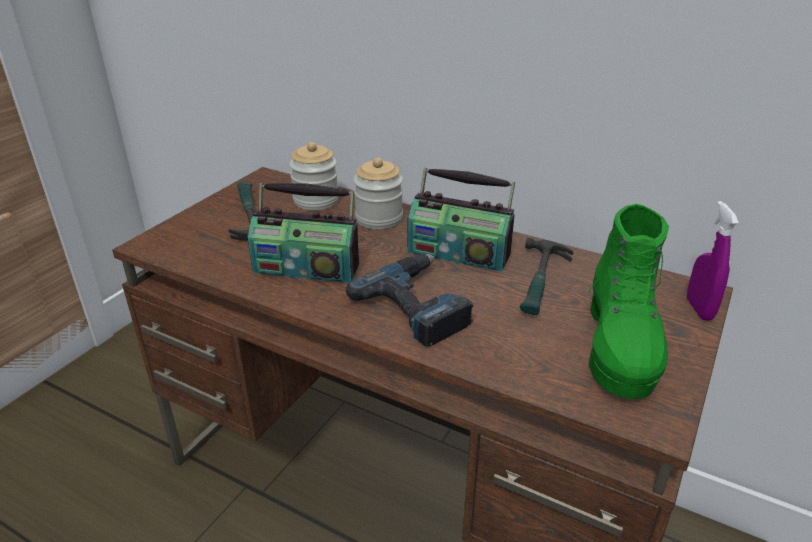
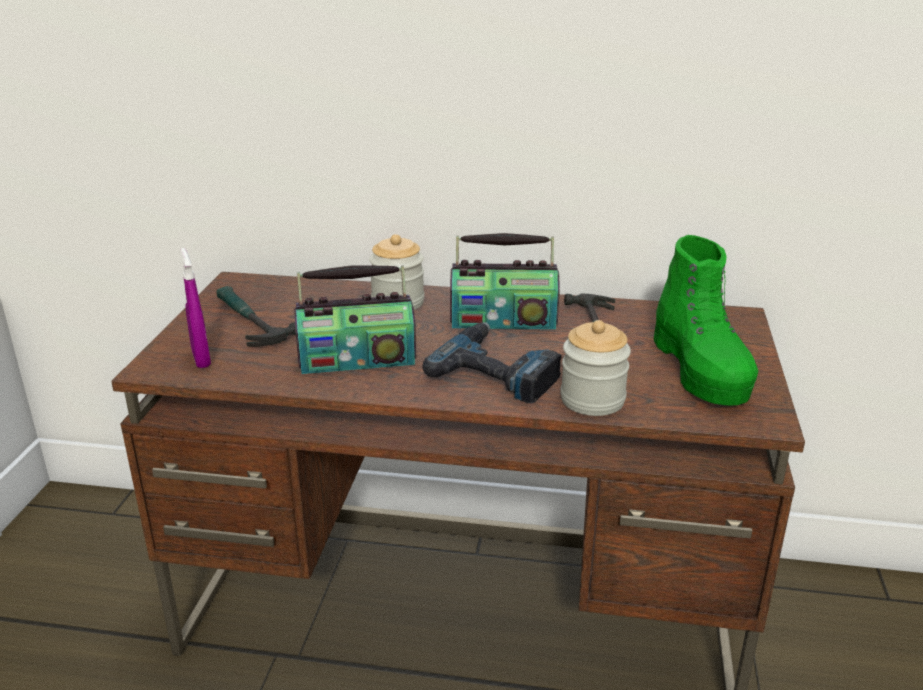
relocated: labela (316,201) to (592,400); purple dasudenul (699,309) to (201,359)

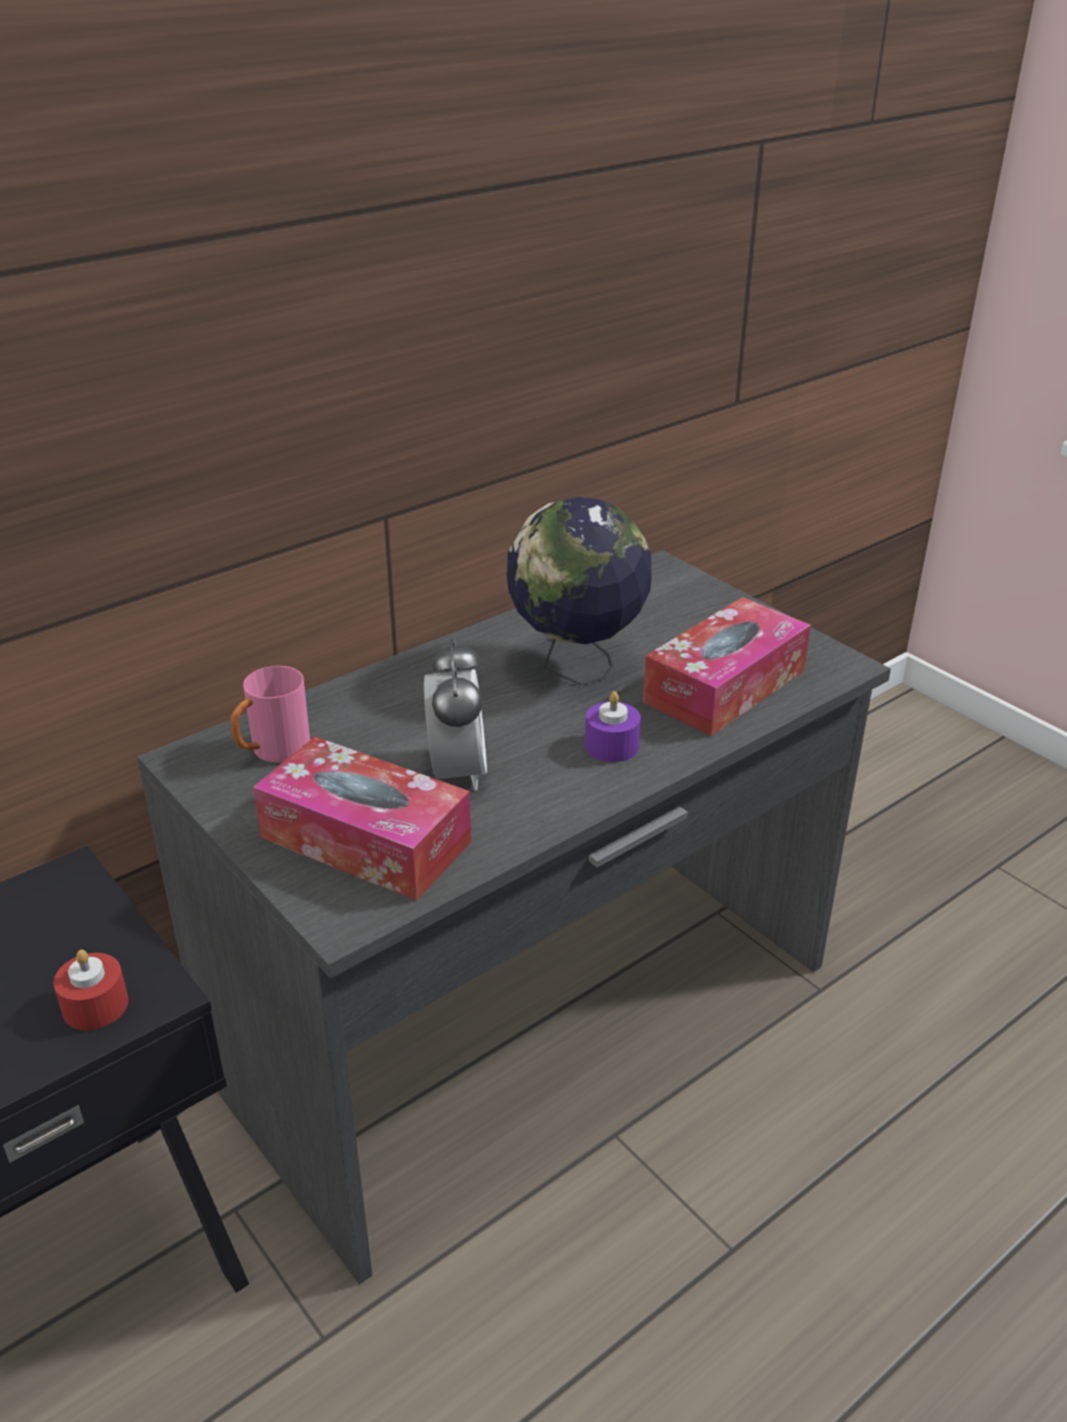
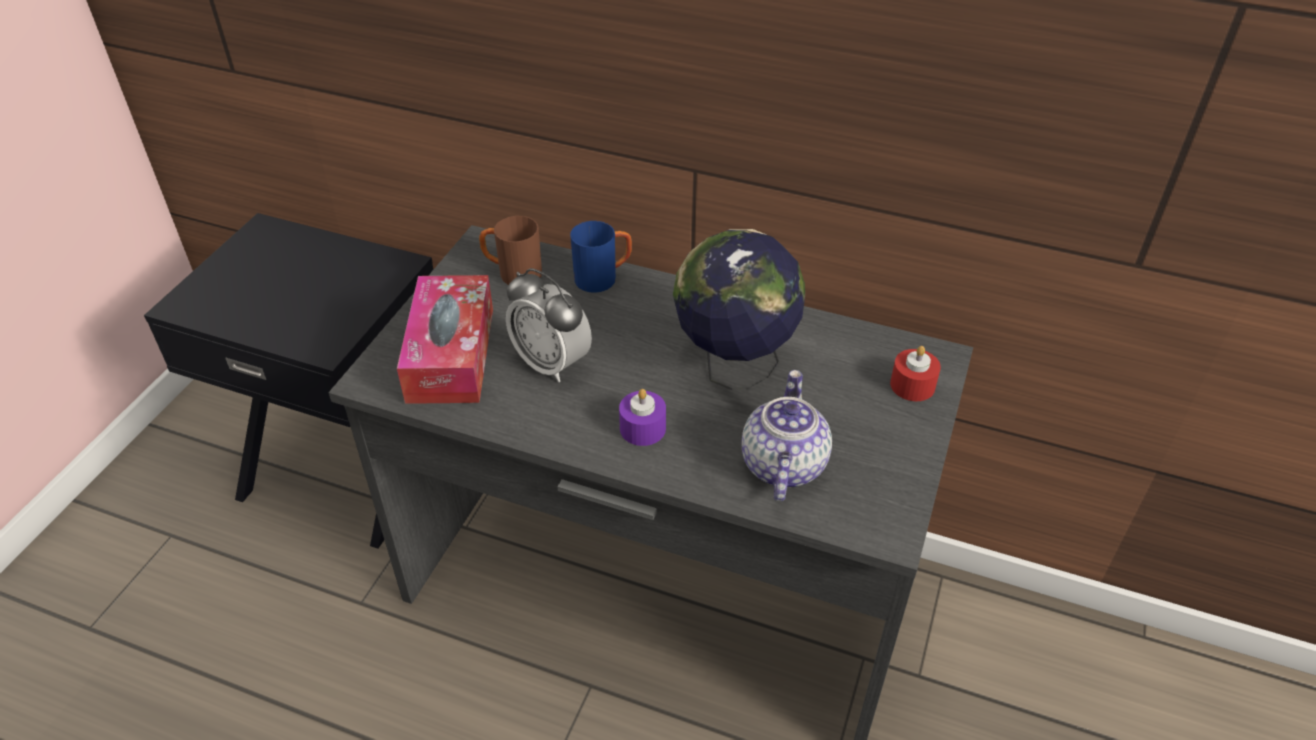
appeared: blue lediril (603,278)
relocated: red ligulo (95,1005) to (912,385)
exchanged: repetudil (725,686) to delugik (782,464)
colour: pink lediril (272,752) to brown lediril (512,274)
spun: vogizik (457,772) = (551,363) 75 degrees clockwise

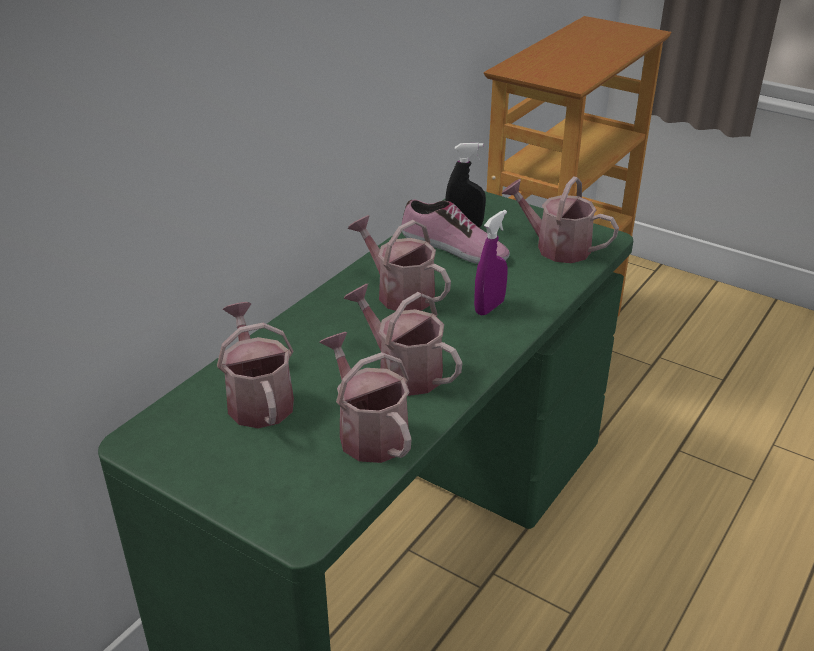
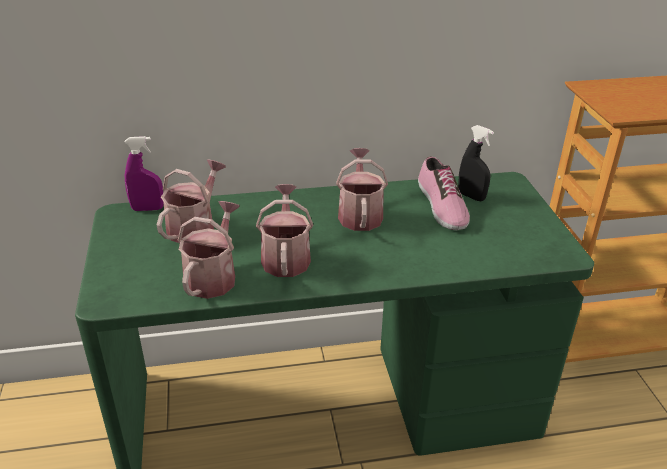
missing: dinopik (555,247)
relocated: purple dasudenul (489,307) to (147,209)

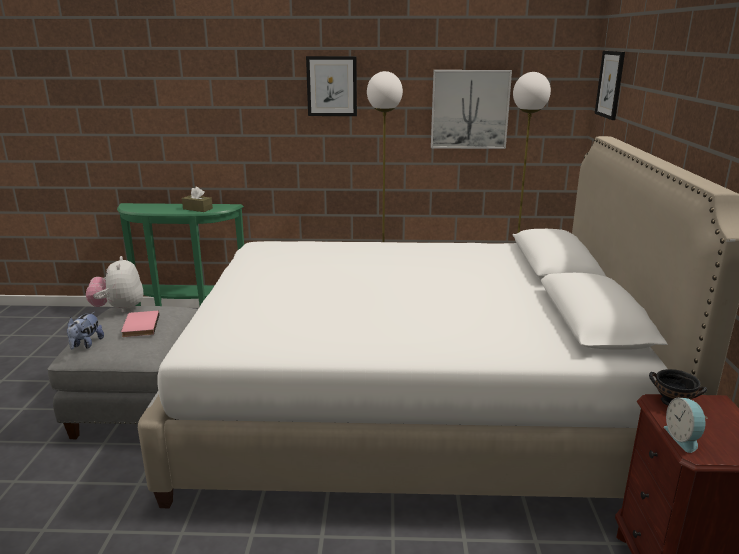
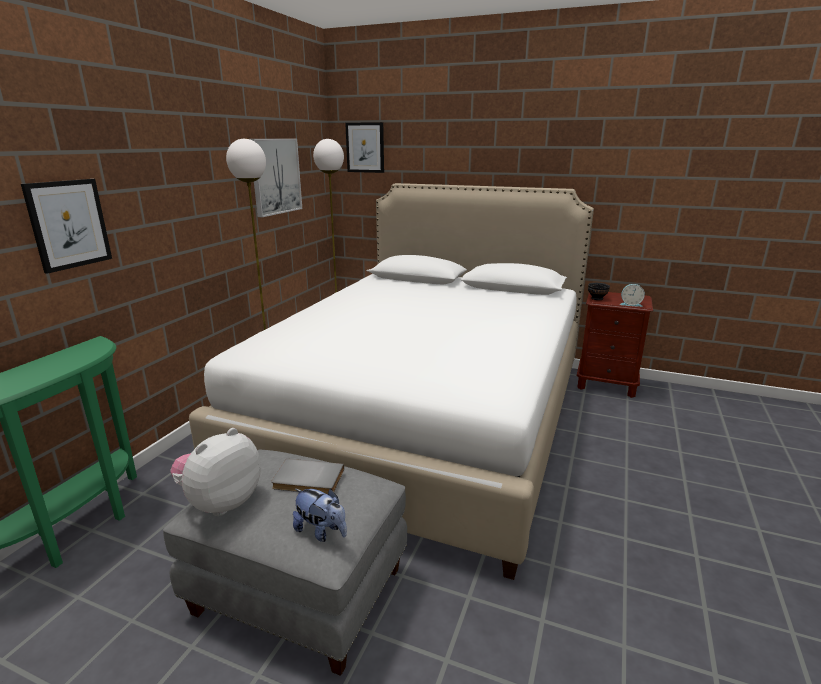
missing: brown repetudil (197,209)
relocated: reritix (332,86) to (69,224)
colour: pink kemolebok (139,326) to grey kemolebok (307,480)
spun: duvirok (119,309) = (221,502) 120 degrees clockwise

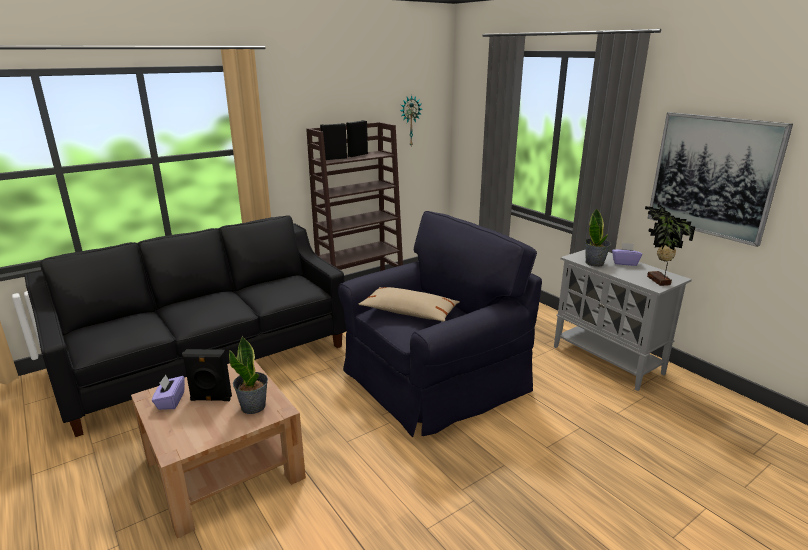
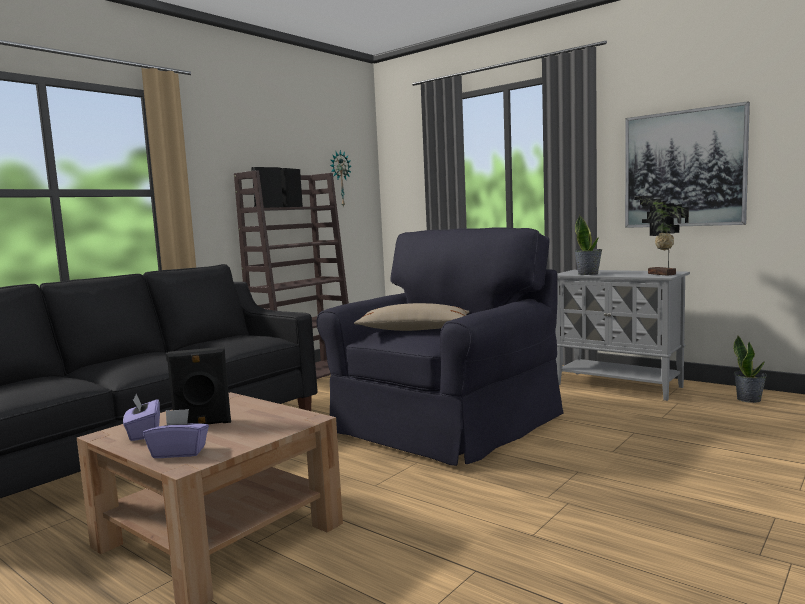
relocated: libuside (253,406) to (749,399); purple repetudil (624,263) to (179,452)

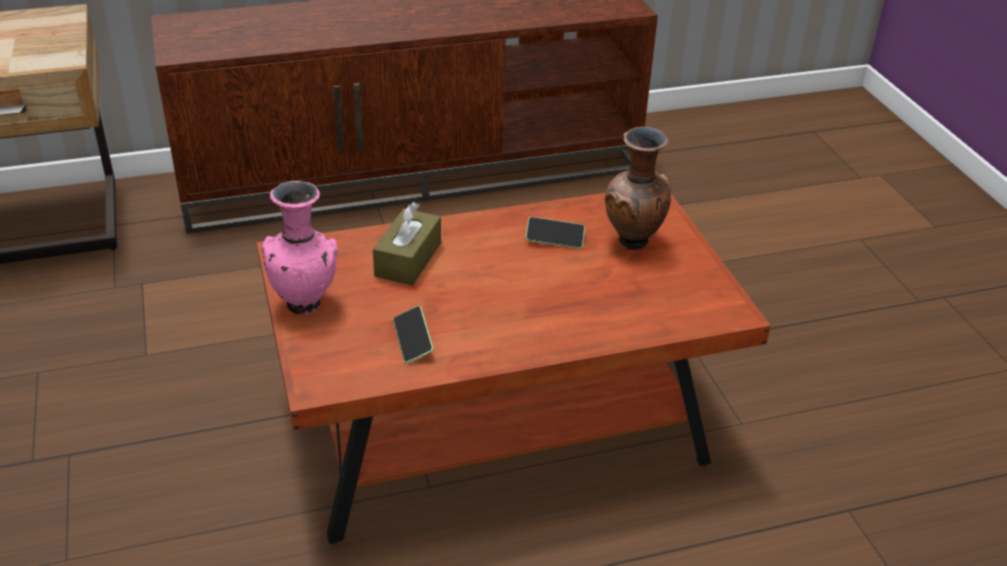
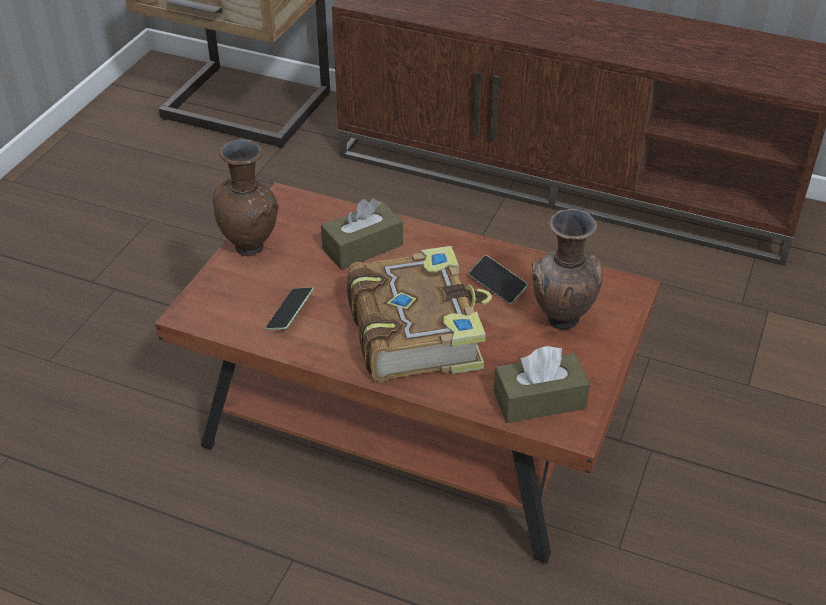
appeared: kemolebok (416,330); brown repetudil (539,400)
colour: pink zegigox (306,304) to brown zegigox (252,248)

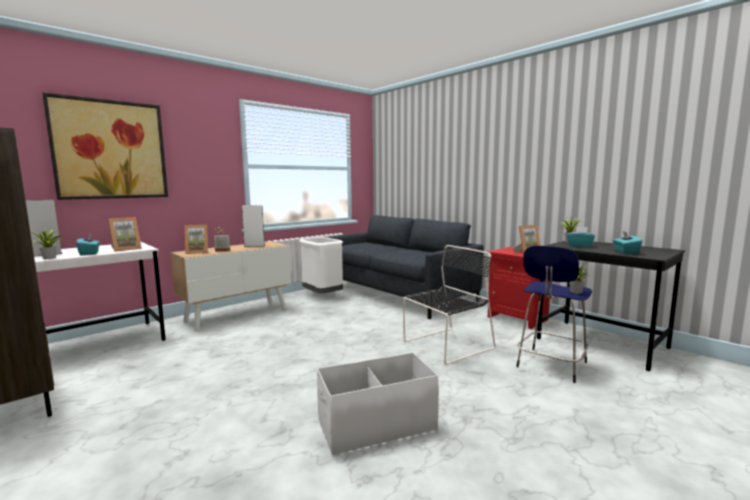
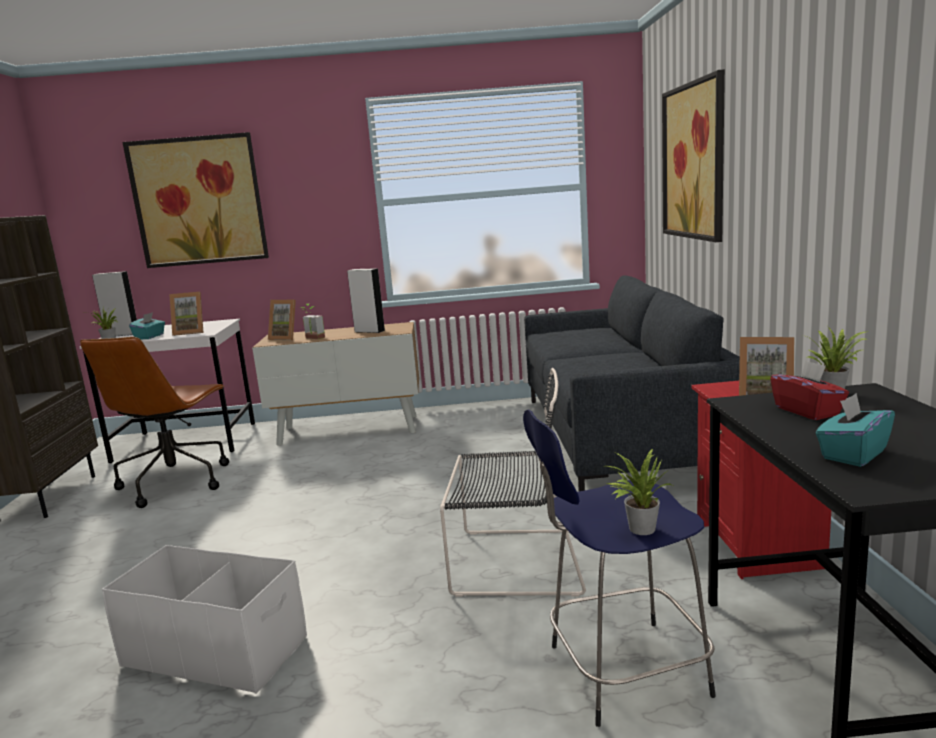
missing: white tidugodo (322,296)
appeared: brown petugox (175,482); reritix (694,161)
colour: turquoise repetudil (580,246) to red repetudil (807,411)

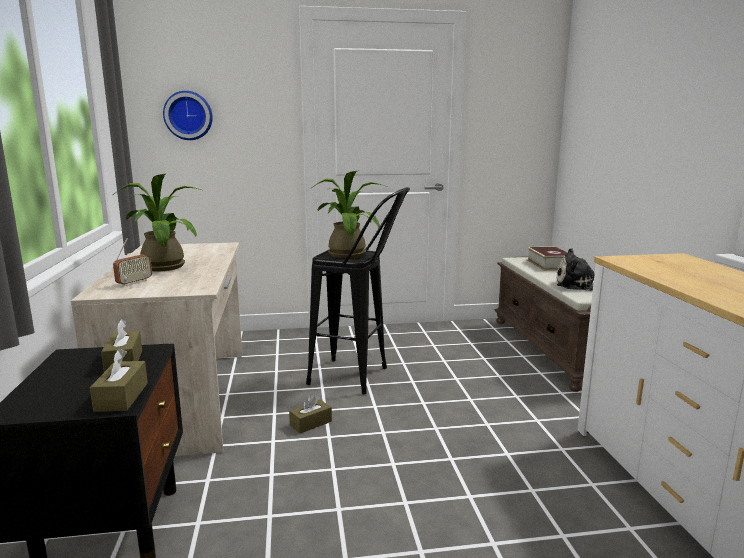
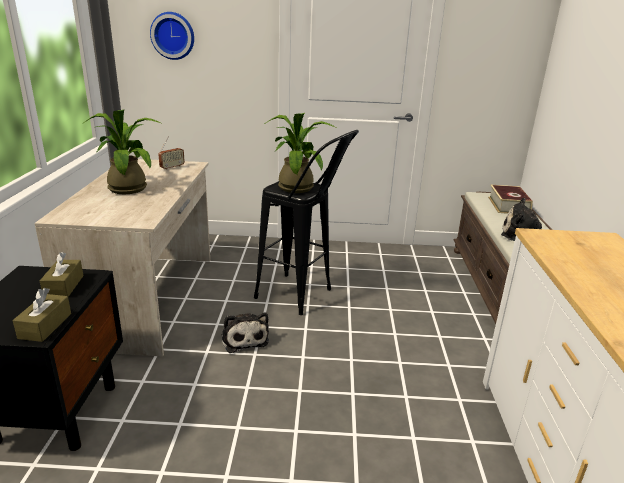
relocated: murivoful (134,283) to (172,167)
exchanged: brown repetudil (311,423) to duvirok (244,338)

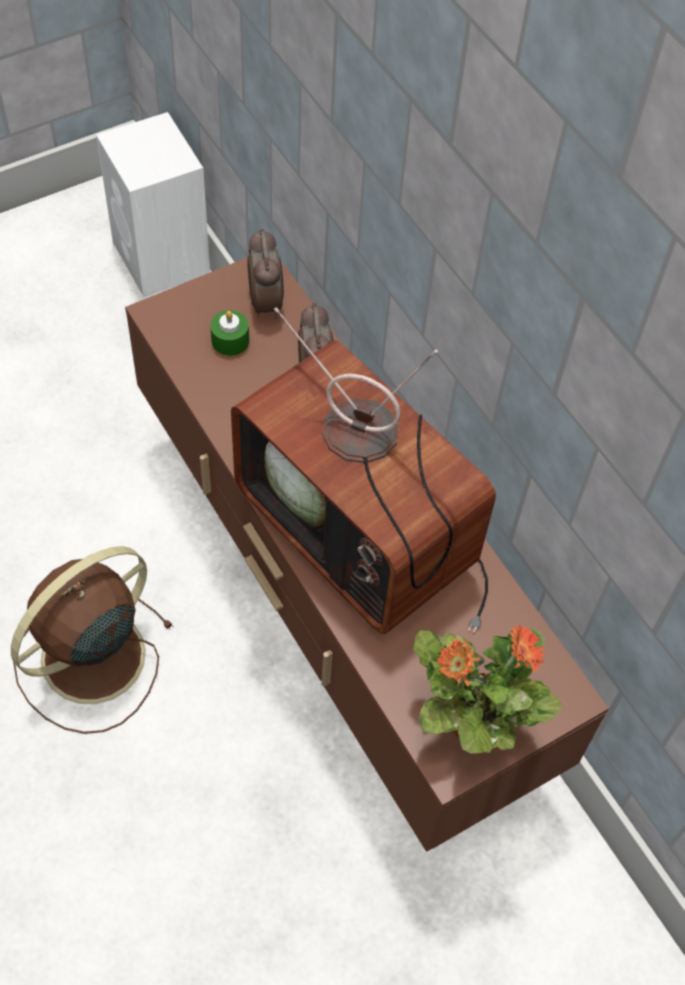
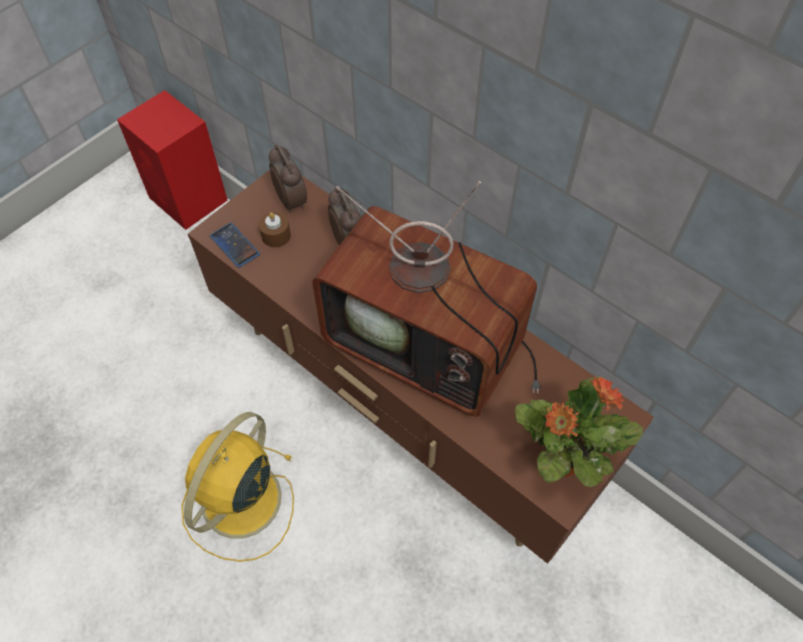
appeared: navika (235,245)
colour: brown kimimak (89,659) to yellow kimimak (239,502); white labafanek (162,259) to red labafanek (189,200); green ligulo (230,340) to brown ligulo (276,235)

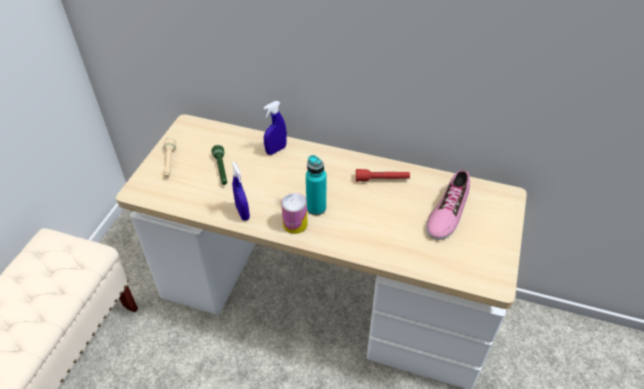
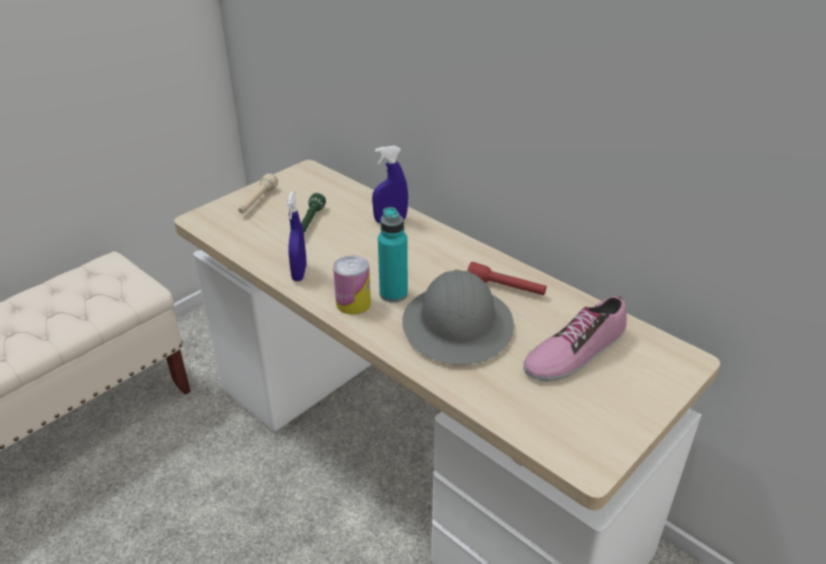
appeared: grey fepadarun (458,326)

